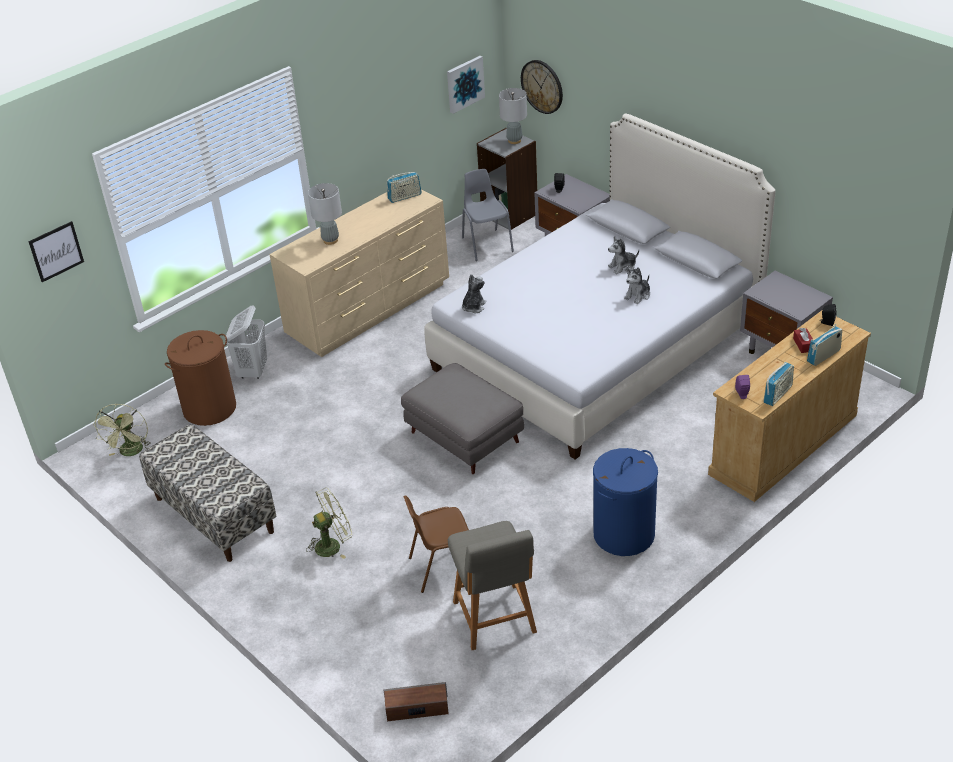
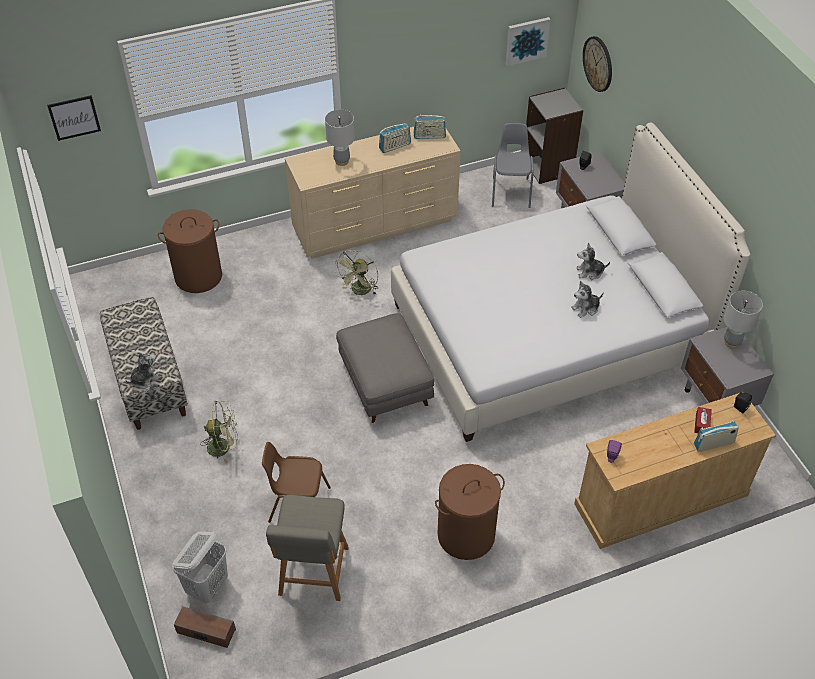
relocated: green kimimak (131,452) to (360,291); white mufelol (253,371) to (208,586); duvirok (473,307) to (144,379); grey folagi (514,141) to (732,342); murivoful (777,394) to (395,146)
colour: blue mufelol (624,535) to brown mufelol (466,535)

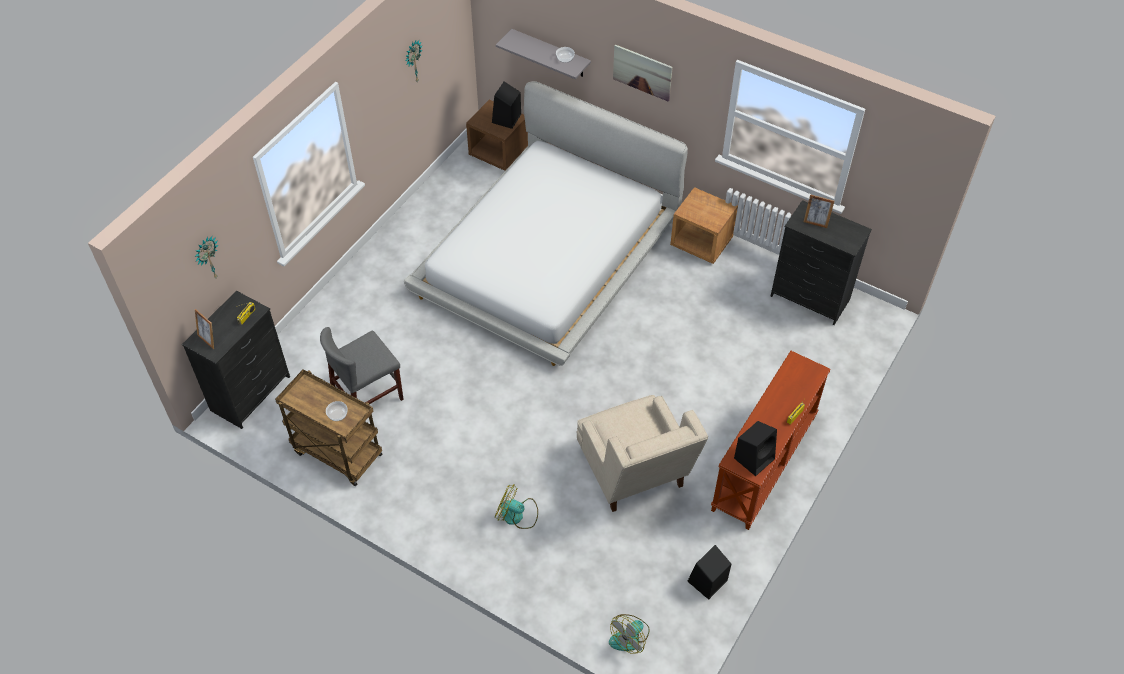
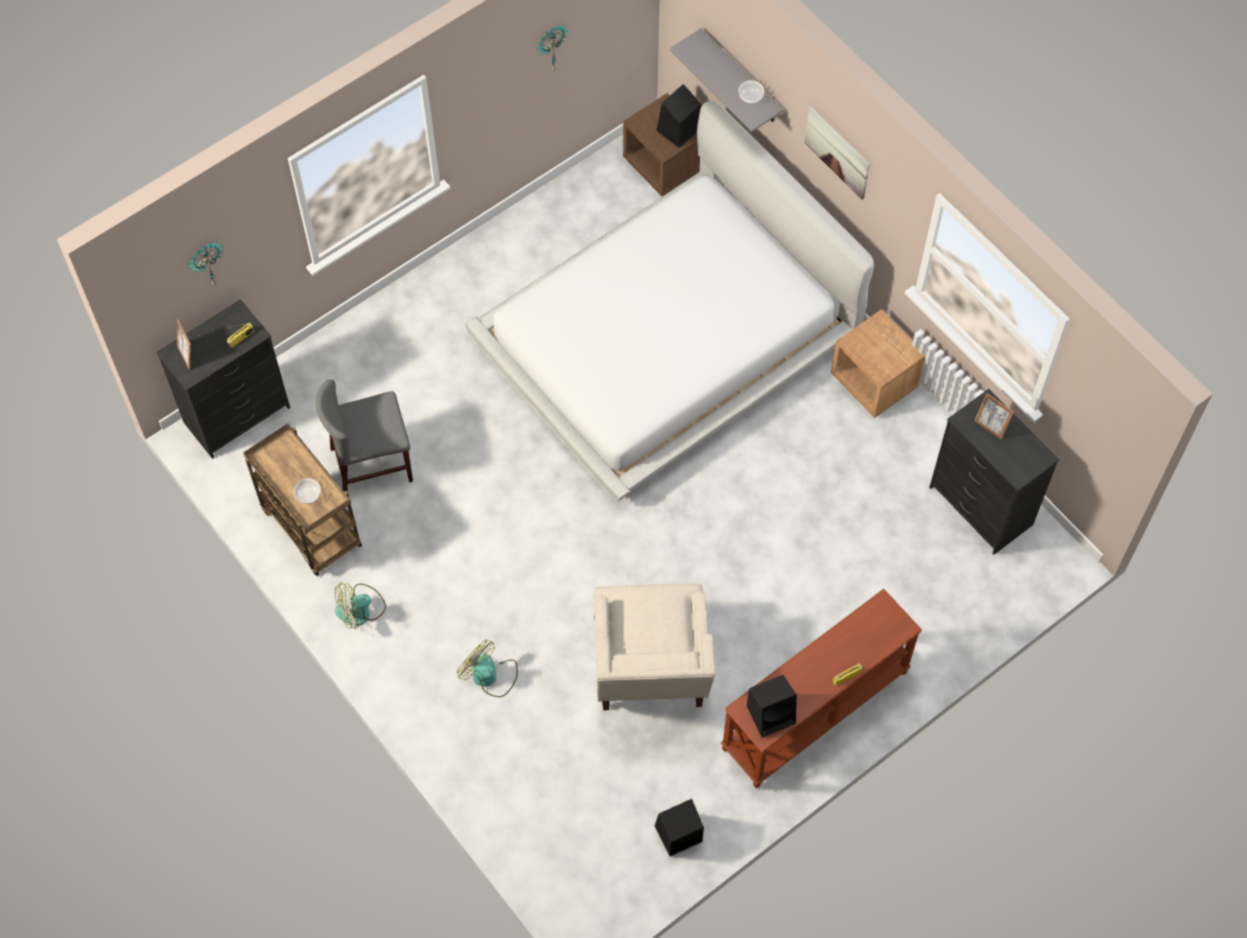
relocated: kimimak (629,636) to (360,610)

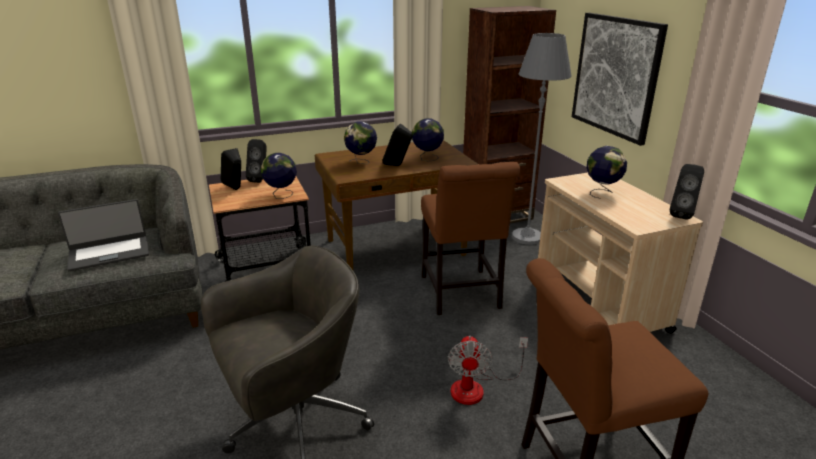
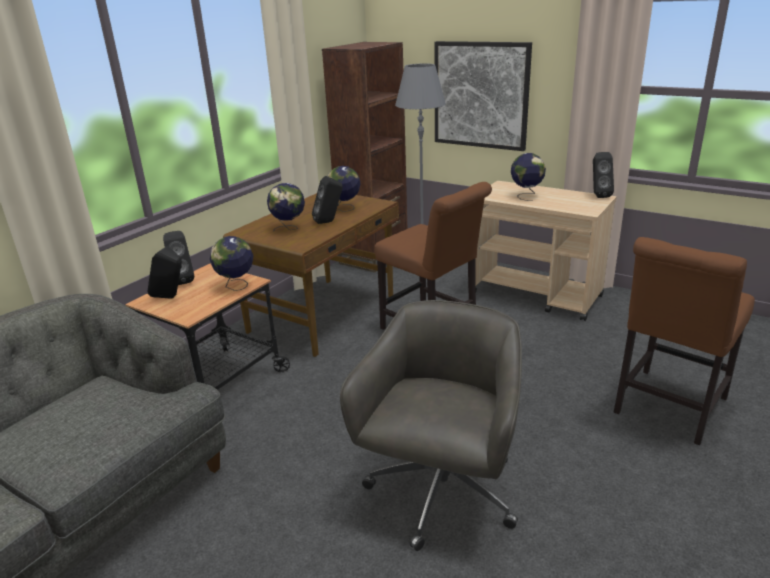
missing: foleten (109,253); kimimak (477,387)

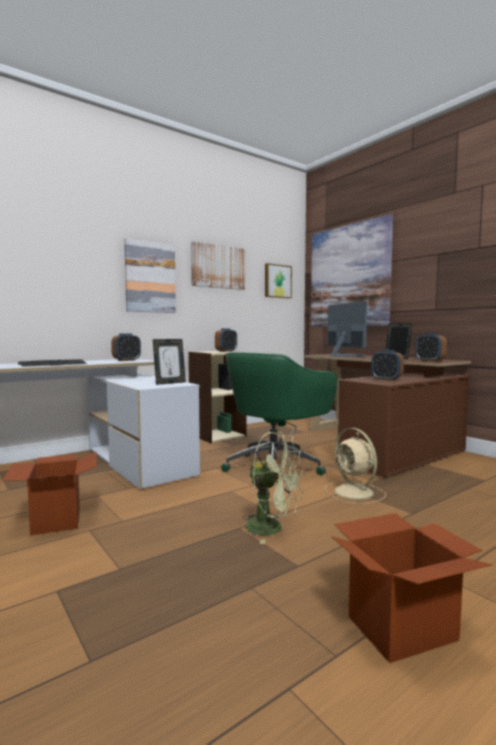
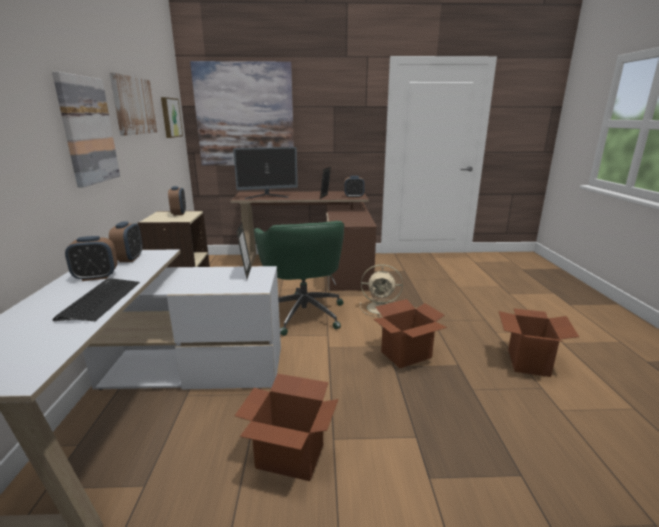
relocated: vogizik (386,379) to (96,277)
exchanged: green kimimak (272,528) to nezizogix (406,355)
spun: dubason (343,355) = (267,196) 150 degrees clockwise

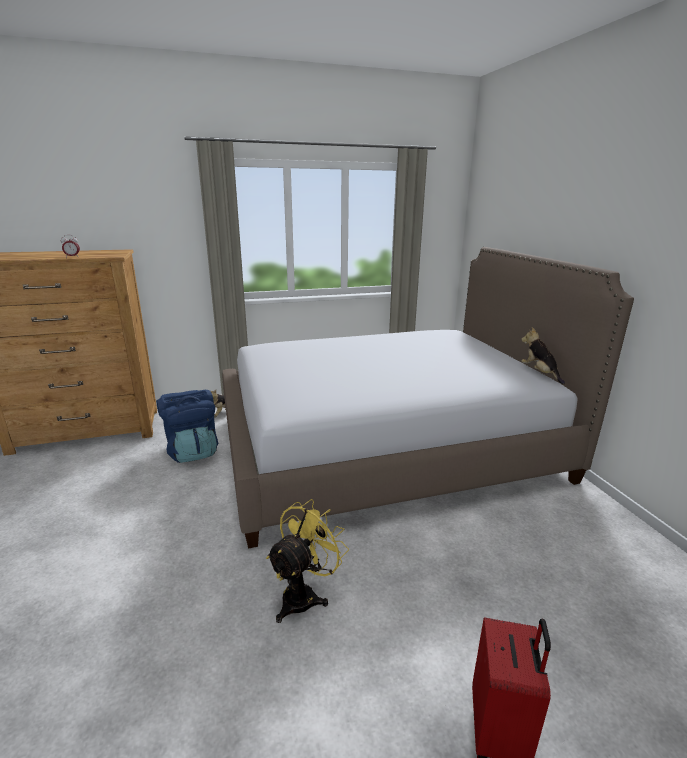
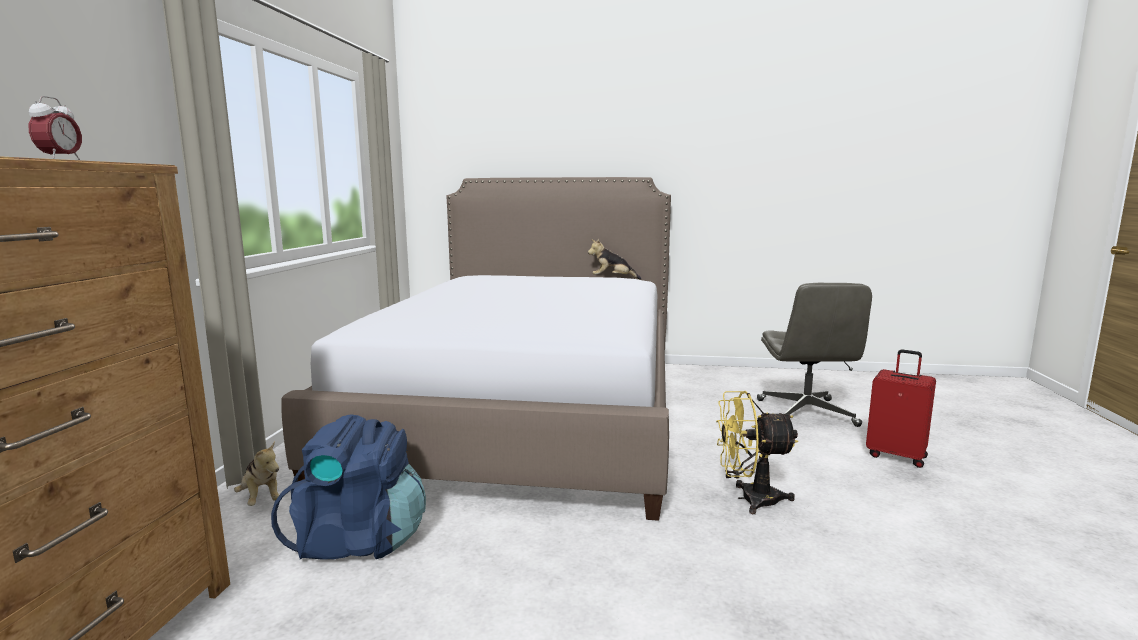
appeared: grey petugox (806,413)
spun: yellow kimimak (304,595) = (749,499) 60 degrees counterclockwise

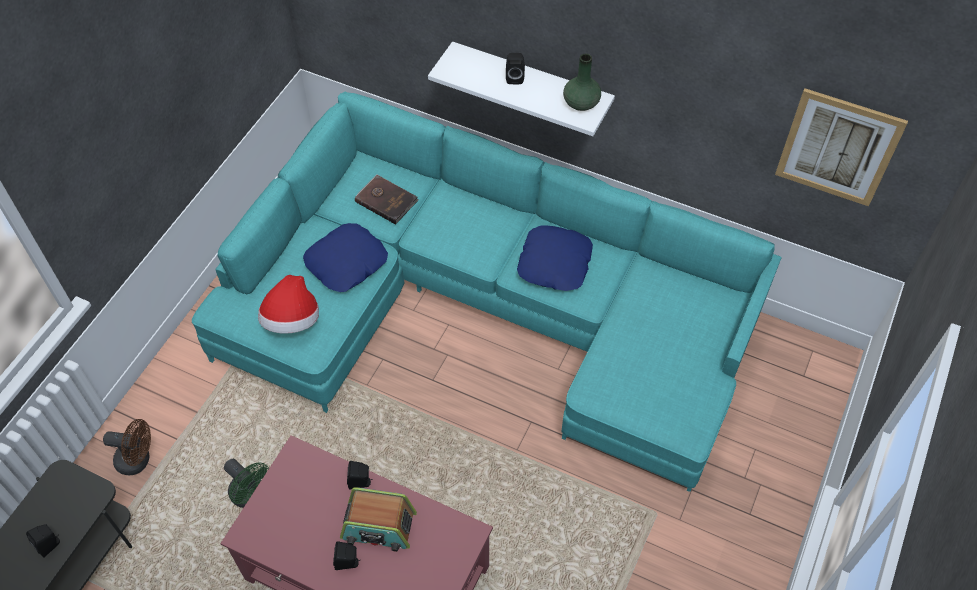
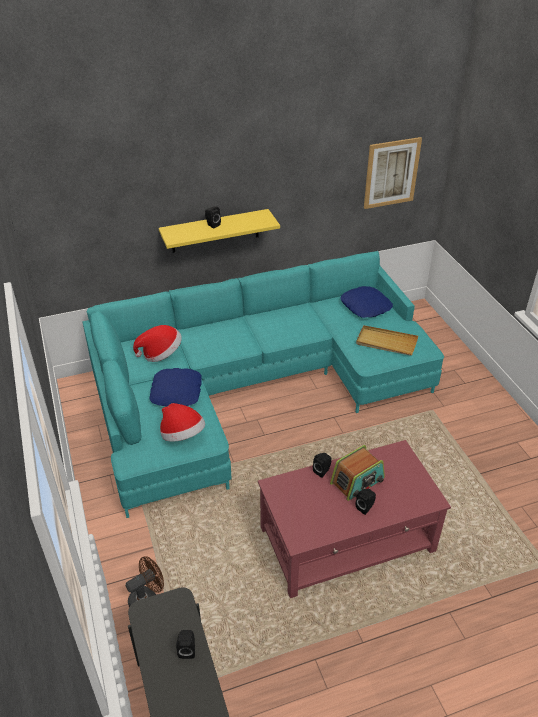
missing: green kimimak (251,495); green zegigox (580,103)
appeared: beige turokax (386,342)
relocated: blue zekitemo (555,263) to (366,306)
exchanged: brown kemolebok (386,200) to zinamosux (161,354)
colour: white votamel (531,84) to yellow votamel (215,231)

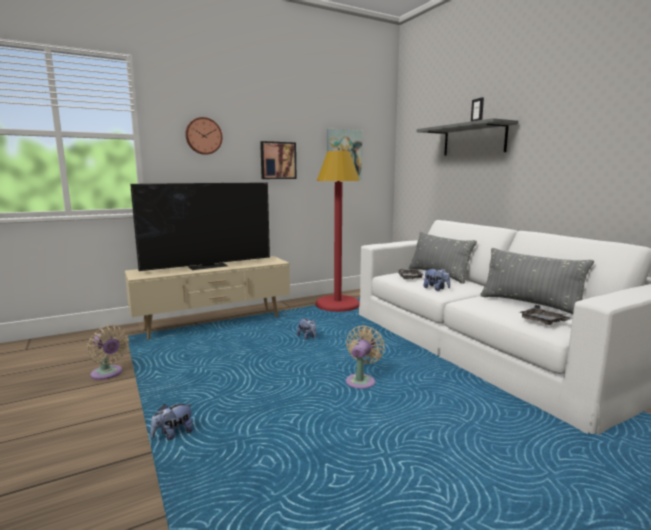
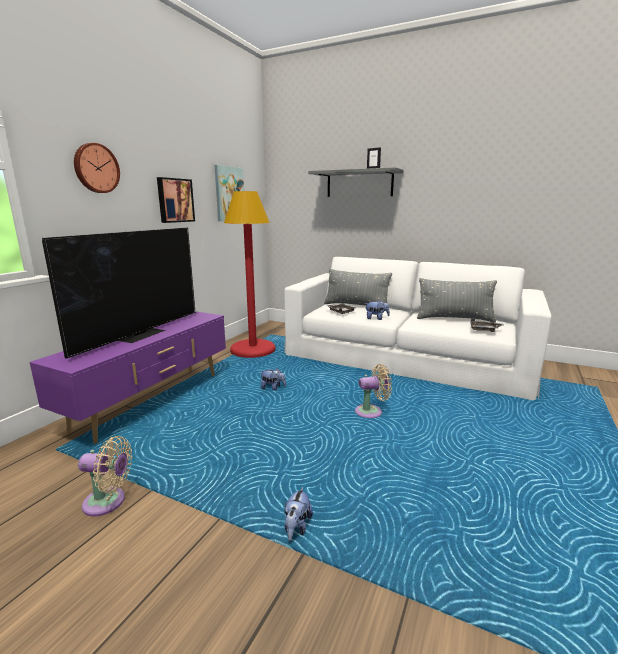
colour: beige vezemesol (214,323) to purple vezemesol (153,401)
spun: beige kimimak (361,380) = (371,412) 90 degrees clockwise

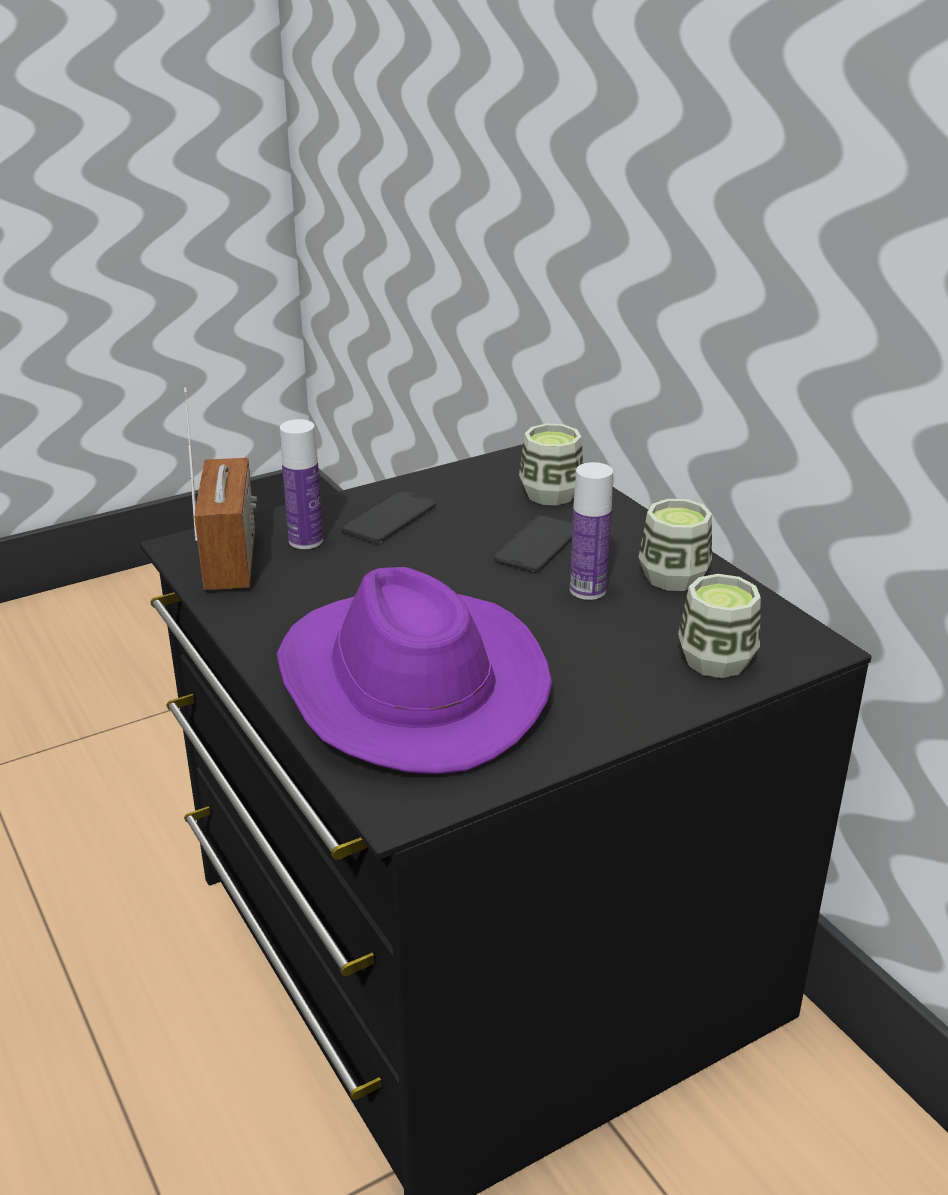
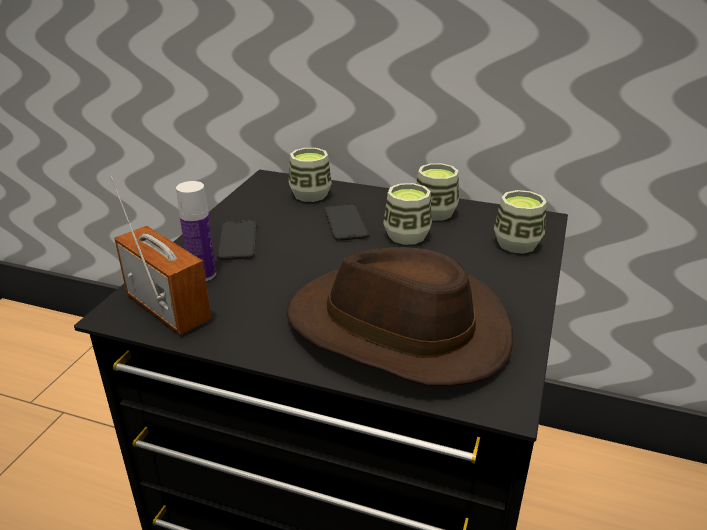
exchanged: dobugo (588,590) to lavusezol (407,235)
colour: purple zinamosux (407,684) to brown zinamosux (397,329)

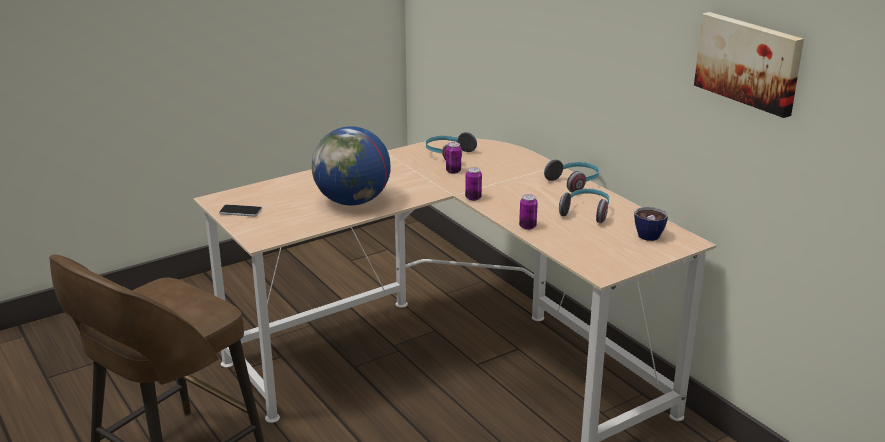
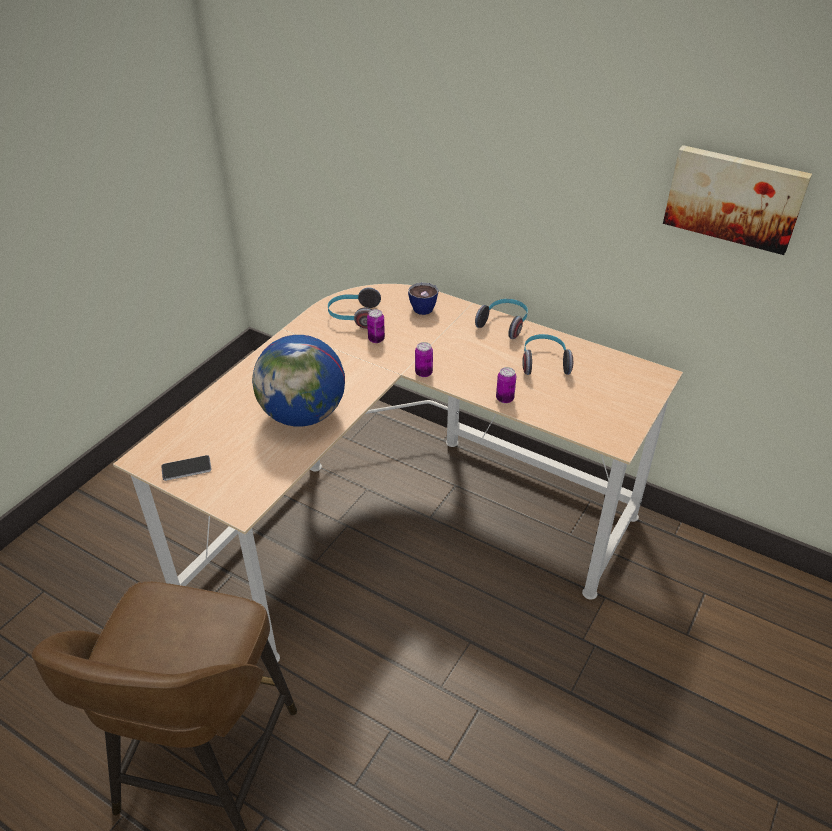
relocated: lavusezol (650,234) to (423,307)

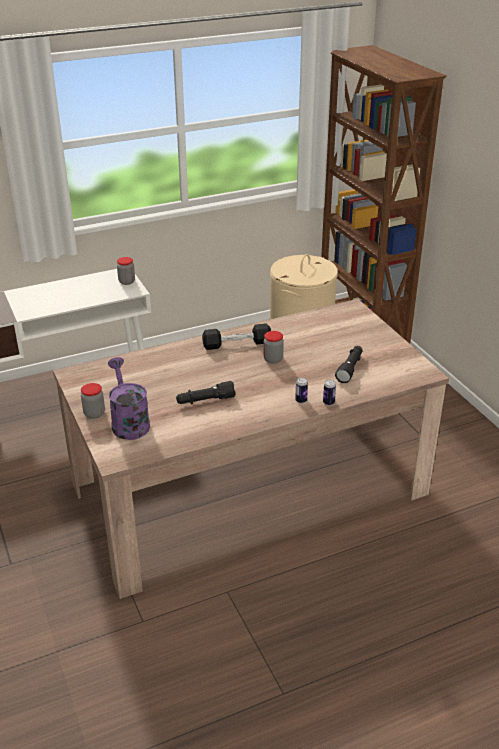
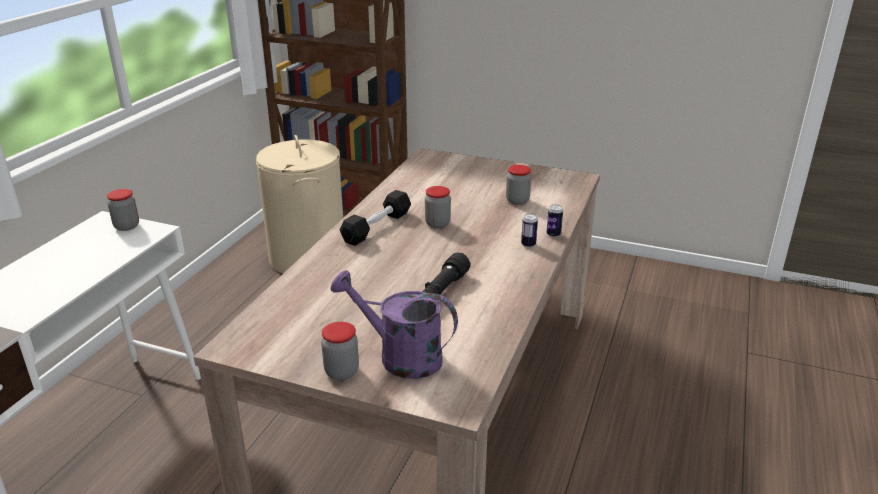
exchanged: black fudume (350,368) to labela (517,200)

